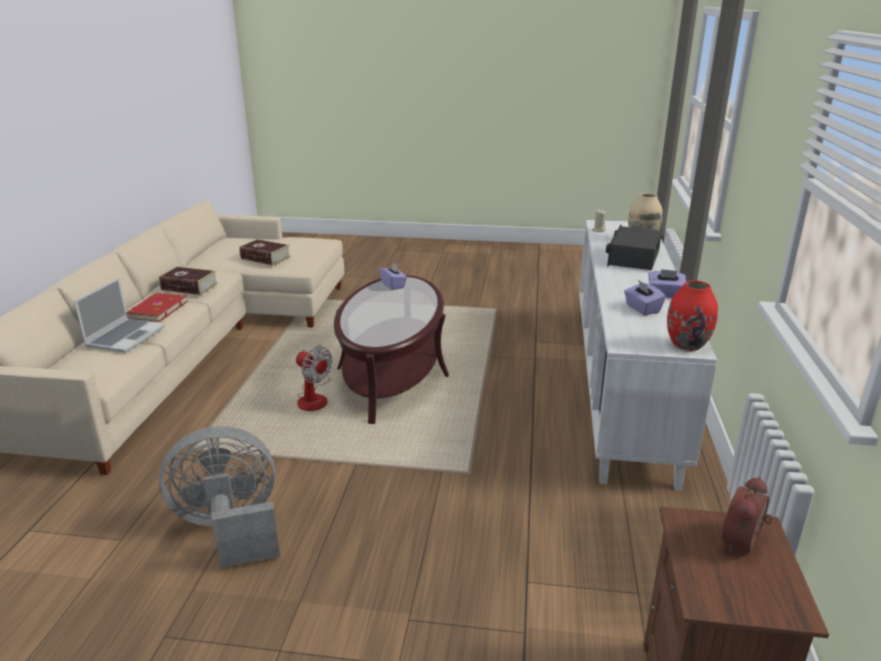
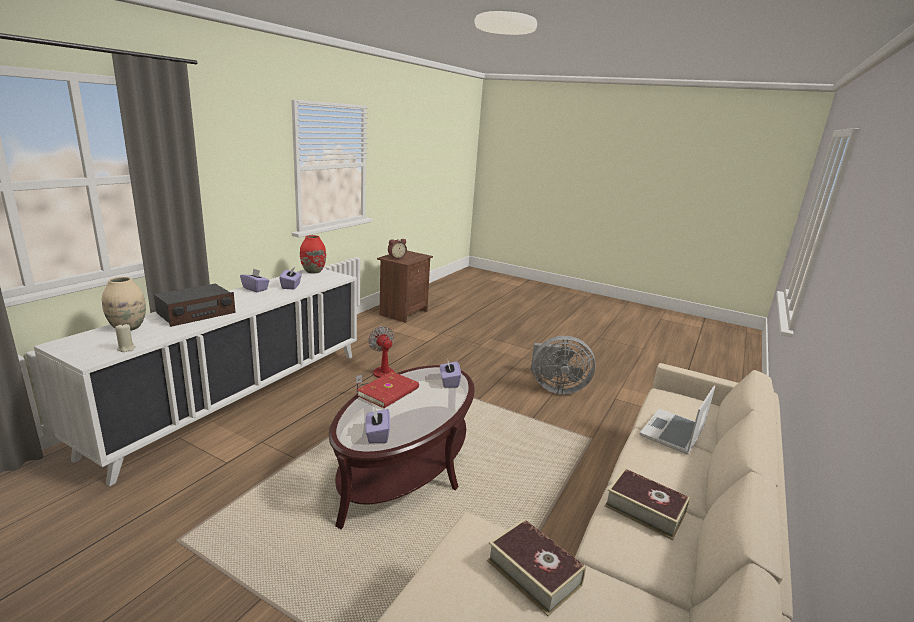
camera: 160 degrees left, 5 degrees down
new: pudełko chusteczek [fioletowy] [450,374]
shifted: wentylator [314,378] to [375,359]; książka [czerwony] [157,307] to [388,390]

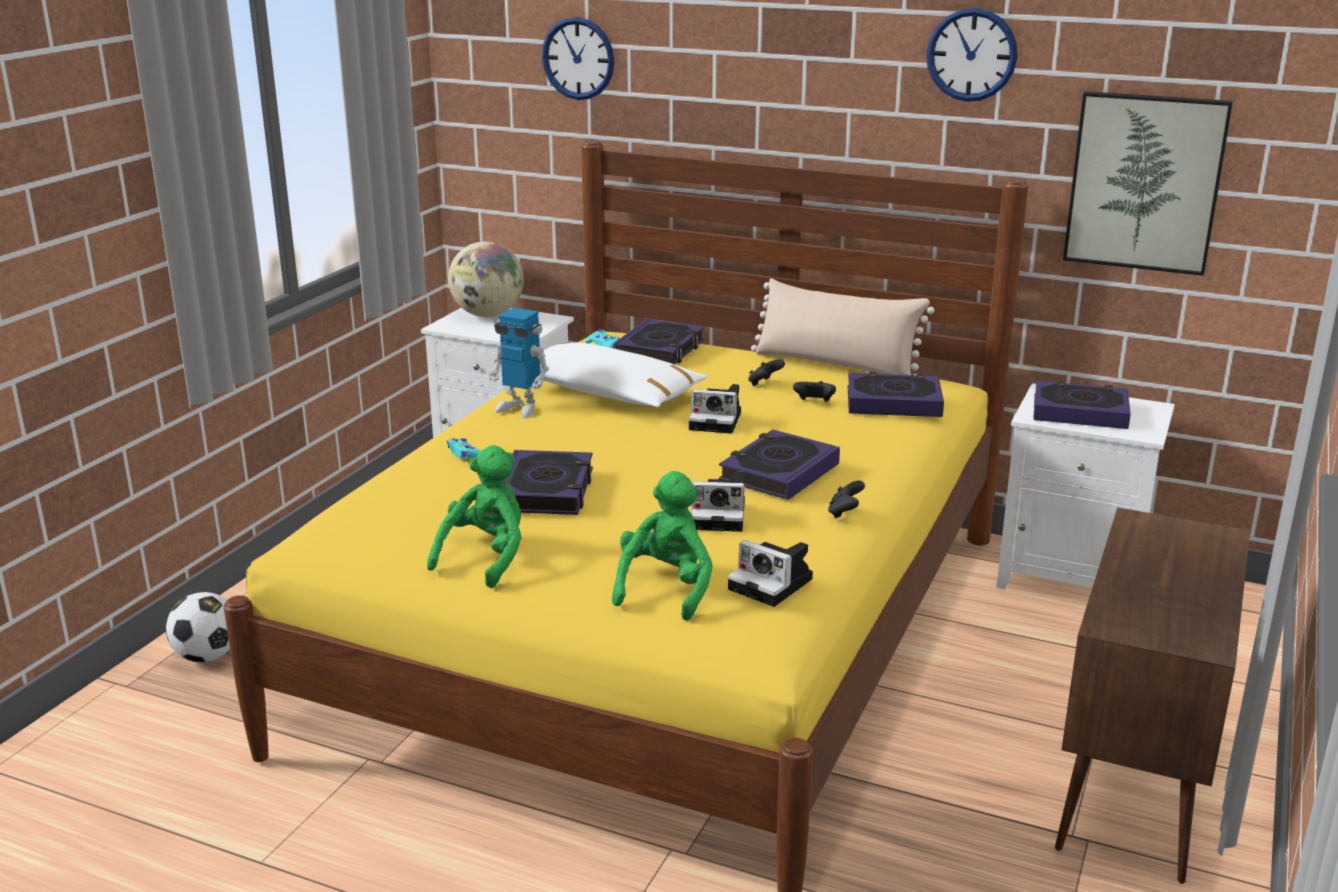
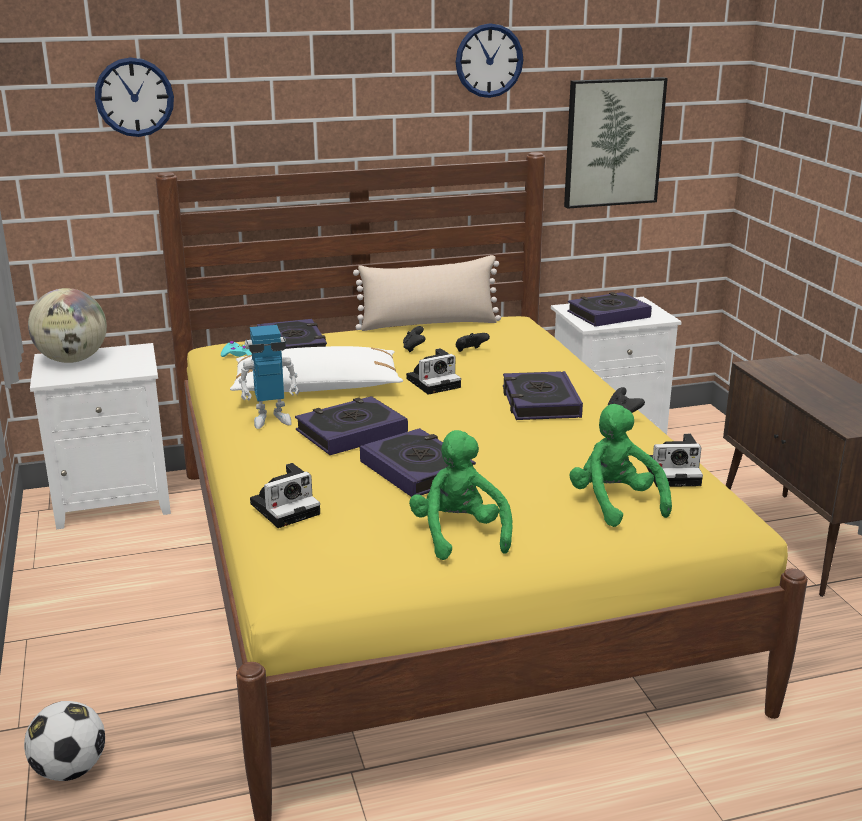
camera: 40 degrees left, 0 degrees up
gone: pad do gier [turkusowy] [464,448]
shifted: aparat fotograficzny [718,502] to [285,495]; książka [896,394] to [351,425]

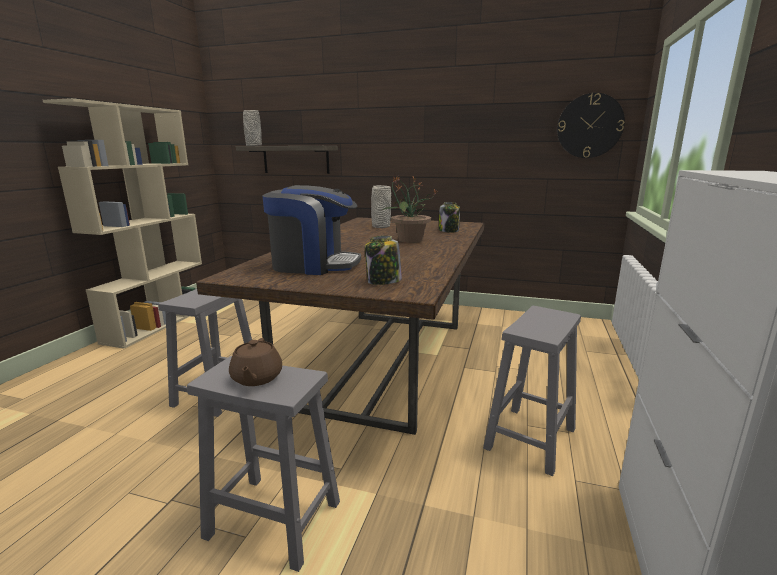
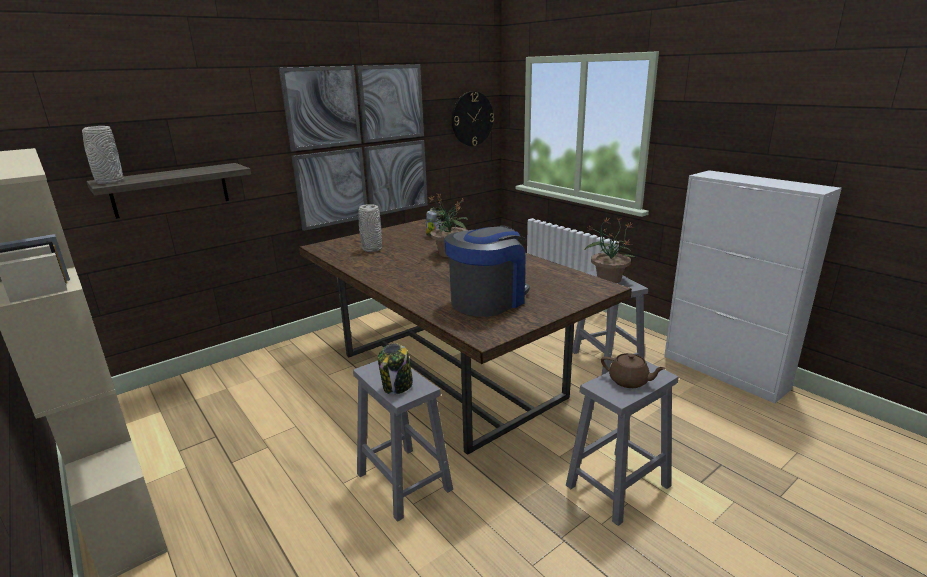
camera: 55 degrees left, 5 degrees up
new: obraz [353,147]; roślina doniczkowa [610,250]
shifted: słoik [383,260] to [395,369]

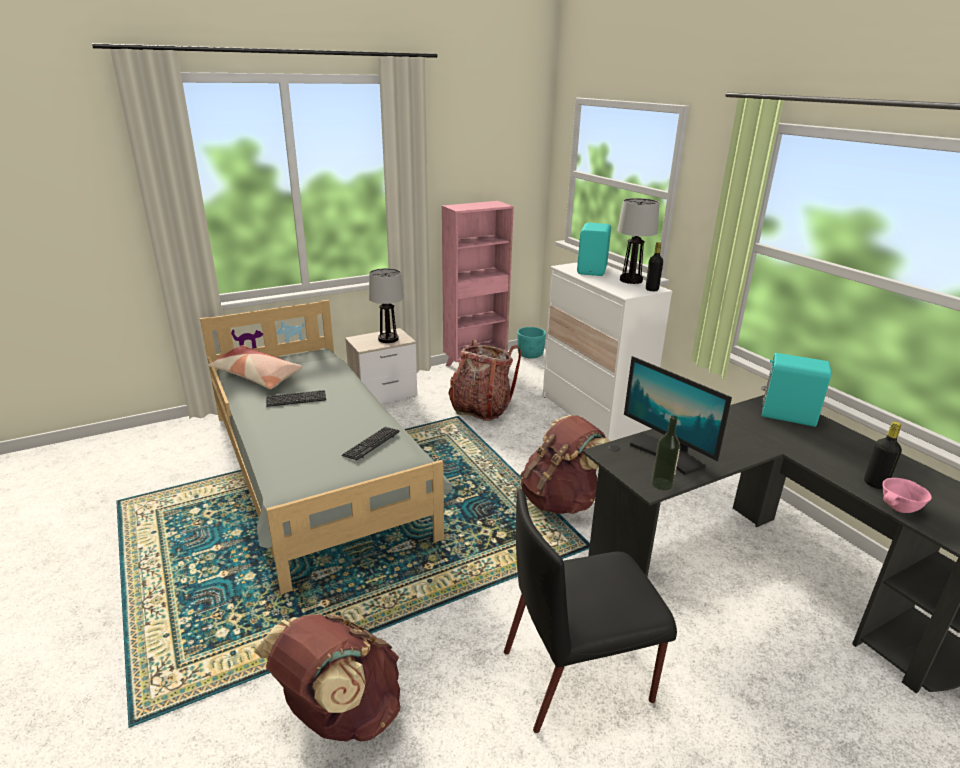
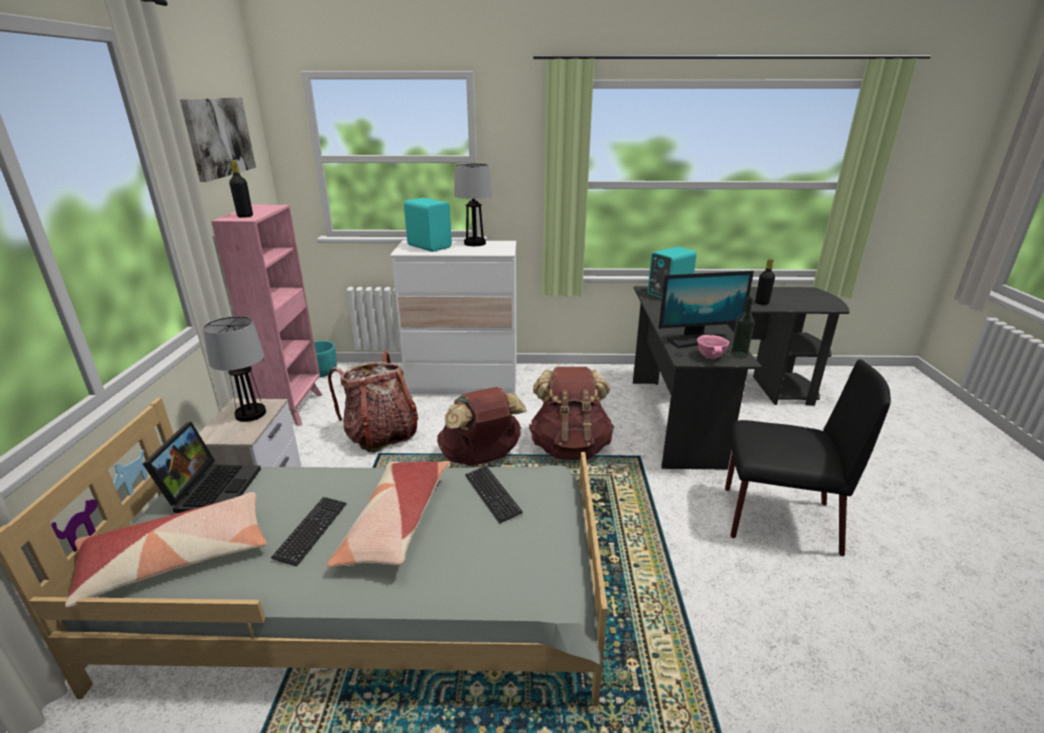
camera: 60 degrees left, 0 degrees up
new: laptop [202,467]; obraz [218,139]; poduszka [388,514]
shifted: butelka [czarny] [654,266] to [241,189]; plecak [brązowy] [327,678] to [482,426]; miska [różowy] [907,495] to [713,347]
rotated: krzesło [czarny] [590,611] = [808,457] 90 degrees counterclockwise

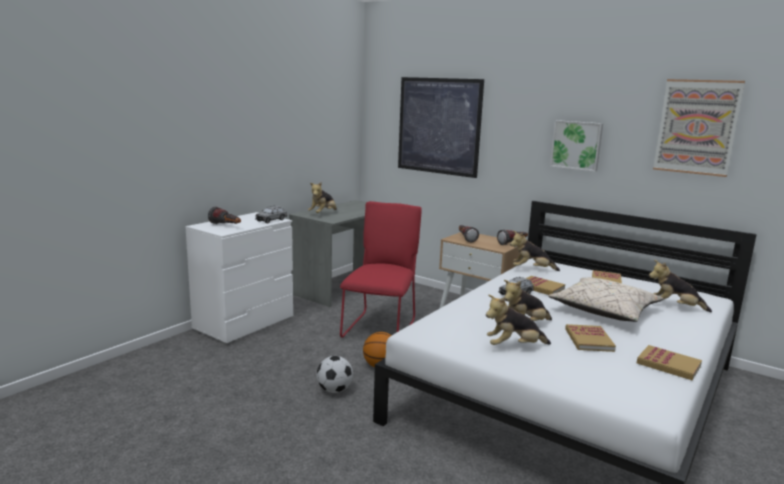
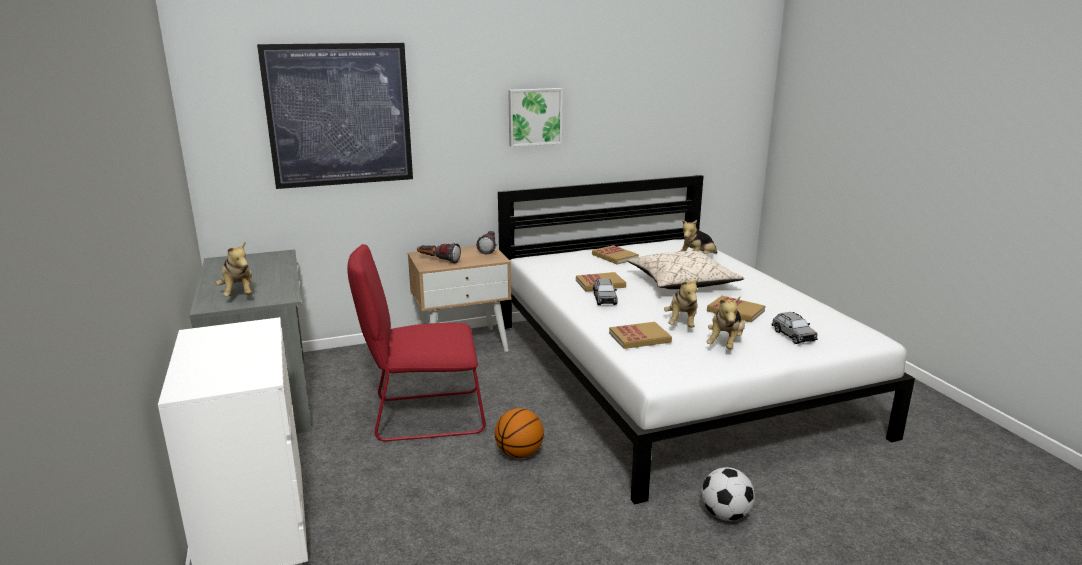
camera: 55 degrees left, 5 degrees up
gone: latarka [224,215]; pluszak [535,251]; obraz [699,128]
shifted: książka [669,362] to [640,335]; piłka futbolowa [335,374] to [728,494]; samochodzik [szary] [271,214] to [795,328]
rotated: krzesło [czerwony] [381,269] = [416,342] 60 degrees counterclockwise

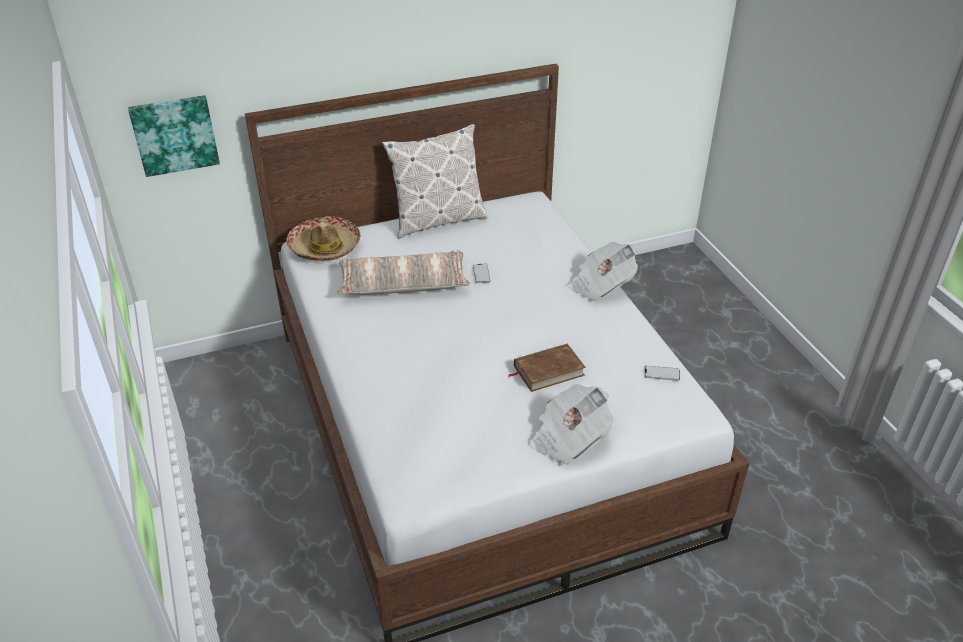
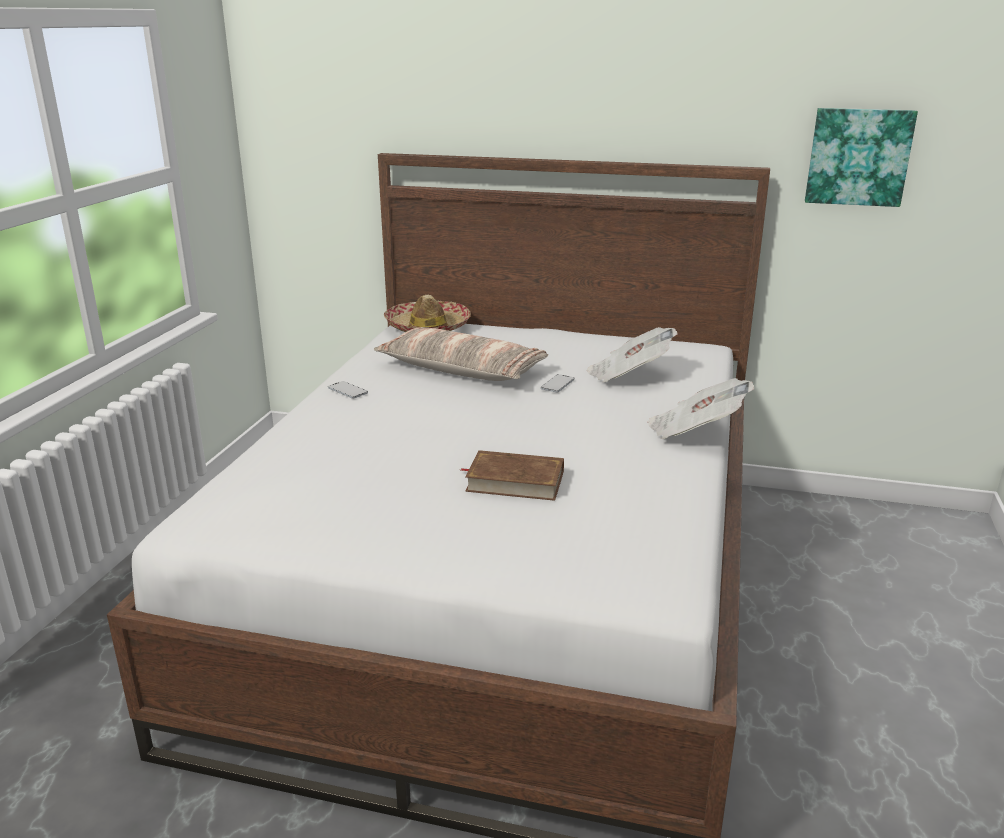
camera: 35 degrees right, 15 degrees down
gone: poduszka [434,181]
shifted: telefon [662,373] to [348,390]; gazeta [571,424] to [632,354]; obraz [174,136] to [861,157]

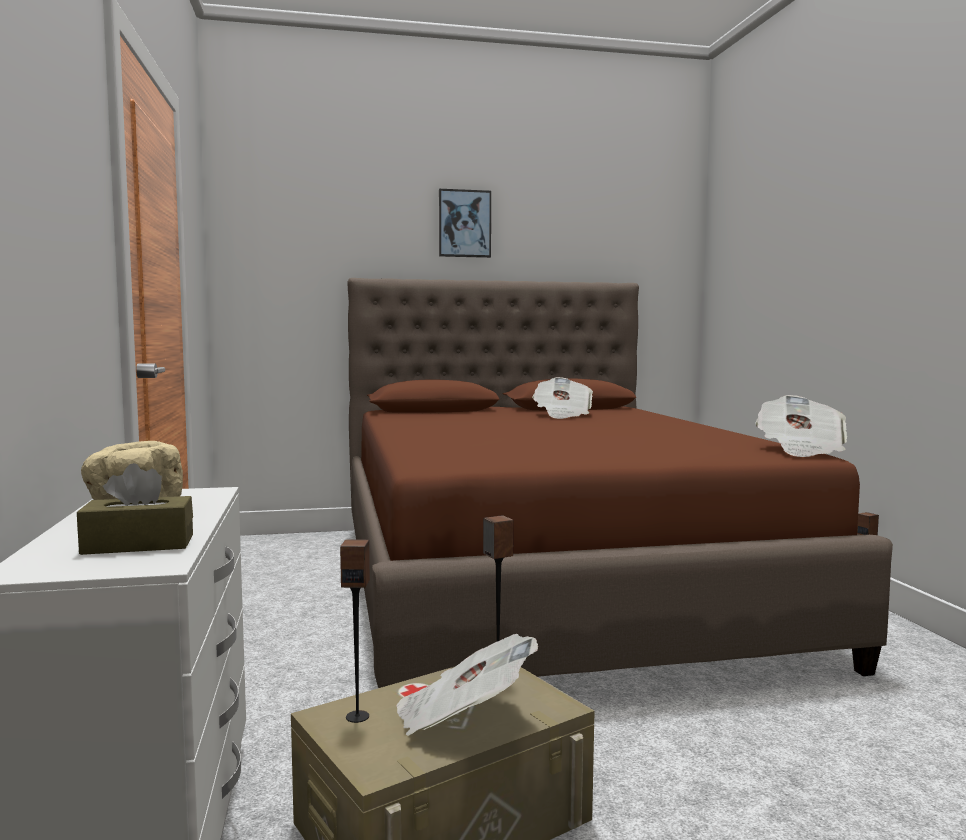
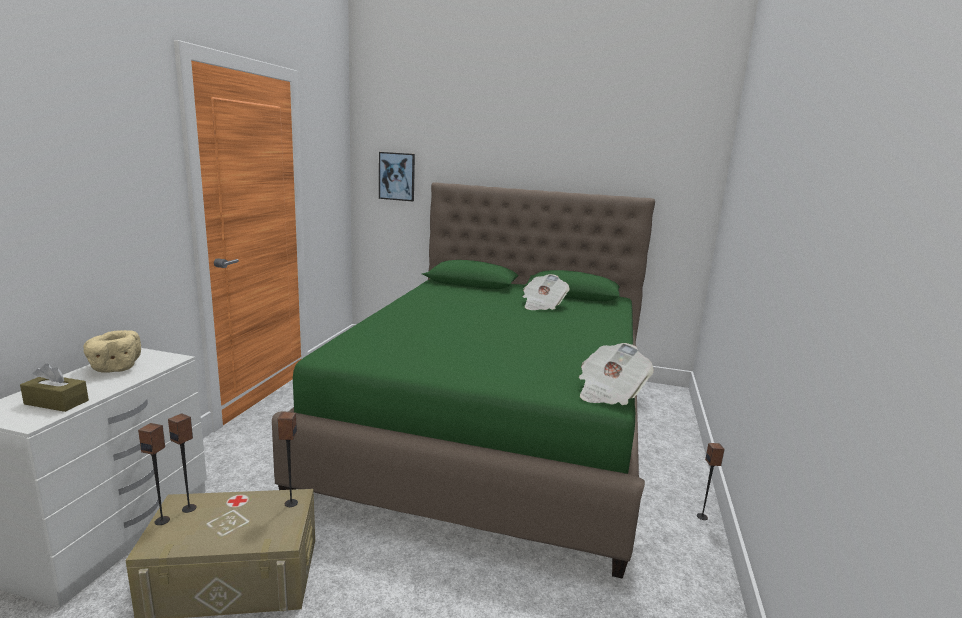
camera: 25 degrees right, 10 degrees up
gone: gazeta [467,685]
new: głośnik [154,474]
shifted: obraz [465,223] to [397,176]
repainted: łóżko [brązowy] [620,483] to łóżko [zielony] [463,380]

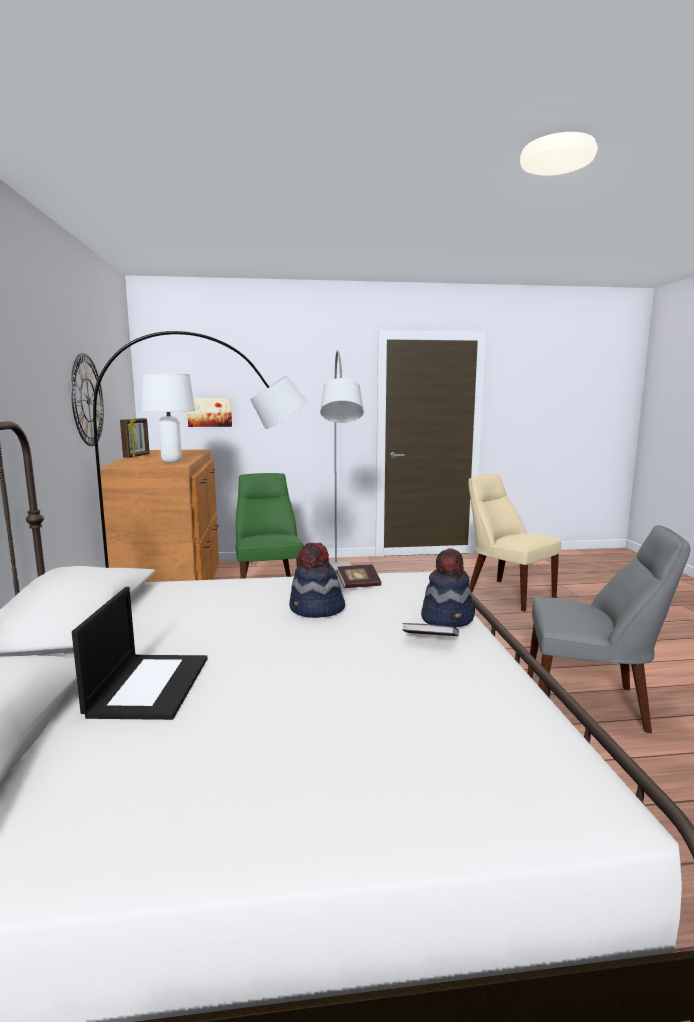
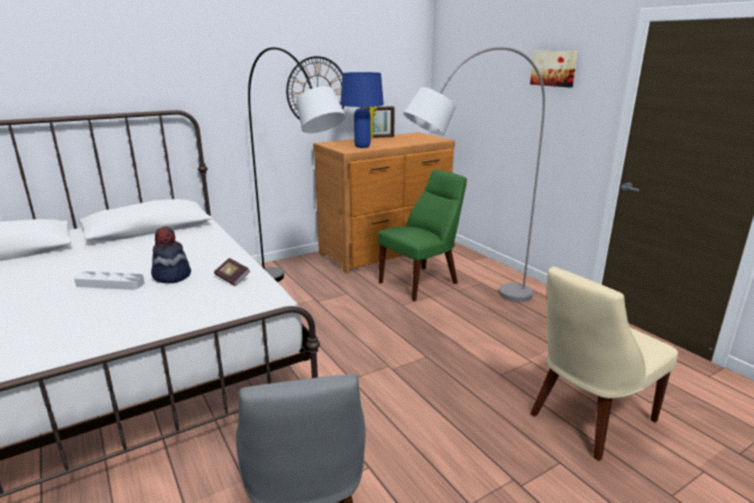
camera: 65 degrees right, 10 degrees up
gone: laptop [139,653]; książka [430,629]; kapelusz [448,587]
new: taca [szary] [109,280]
shifted: obraz [209,412] to [554,69]
repainted: lampa stołowa [biały] [168,418] to lampa stołowa [niebieski] [362,110]
rotated: krzesło [beżowy] [514,543] = [604,364] 150 degrees counterclockwise

